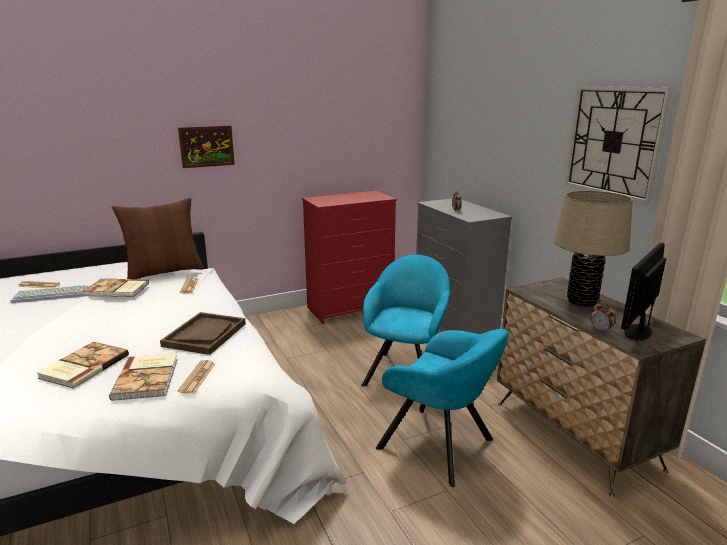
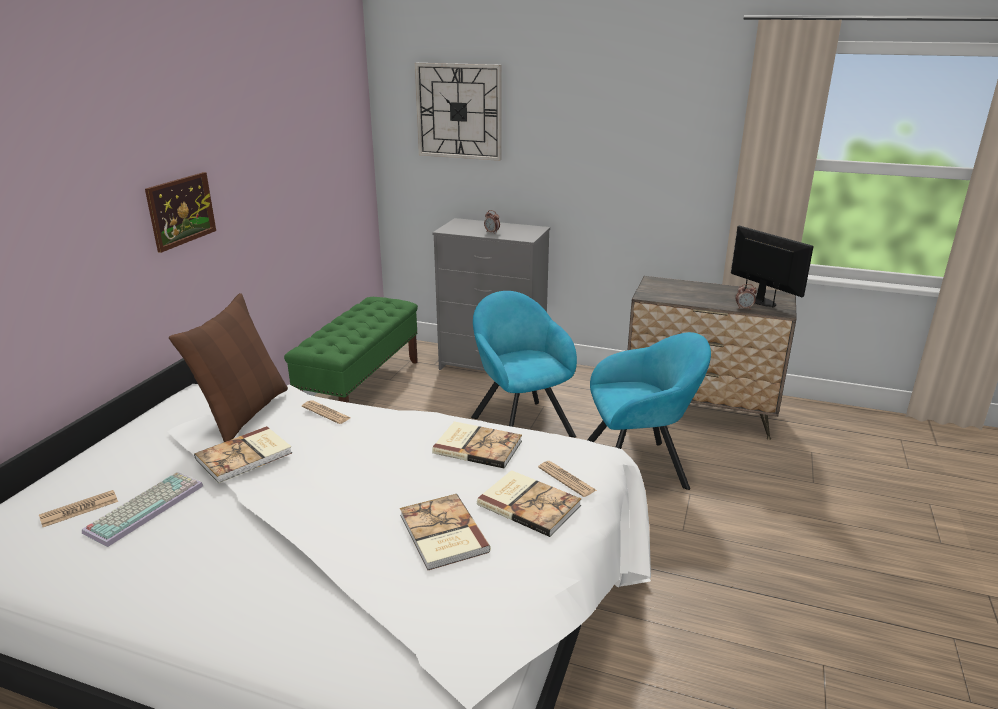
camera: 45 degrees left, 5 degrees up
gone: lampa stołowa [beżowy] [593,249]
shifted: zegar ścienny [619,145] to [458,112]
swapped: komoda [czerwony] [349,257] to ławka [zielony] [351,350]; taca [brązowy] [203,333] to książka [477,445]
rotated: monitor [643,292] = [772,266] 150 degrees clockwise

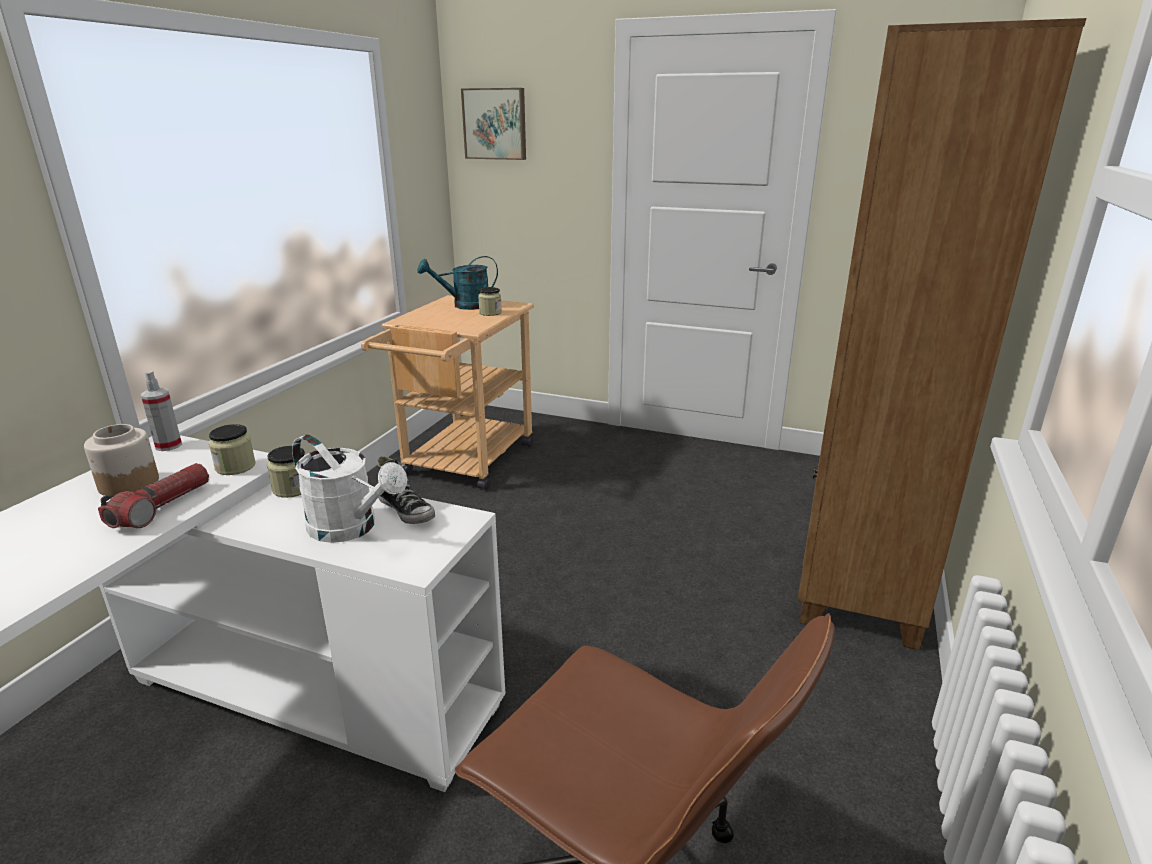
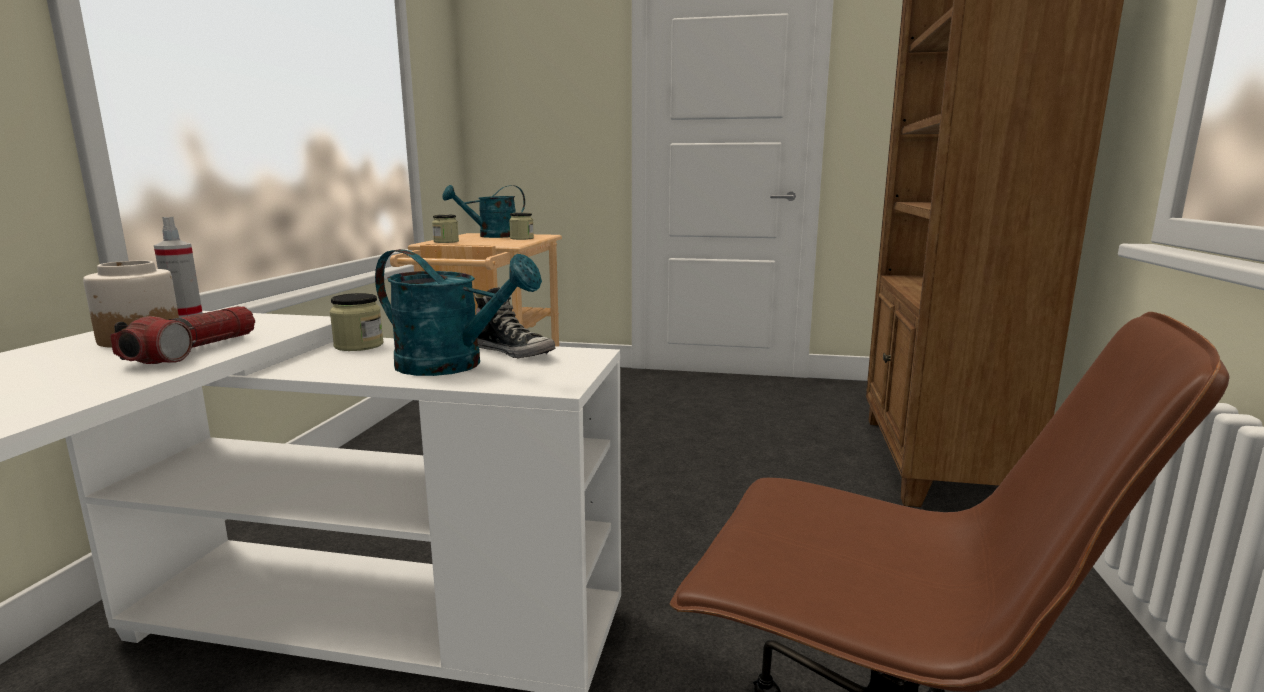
camera: 10 degrees left, 10 degrees down
gone: obraz [493,124]
shifted: słoik [232,449] to [445,228]
repainted: konewka [biały] [349,489] to konewka [turkusowy] [458,312]

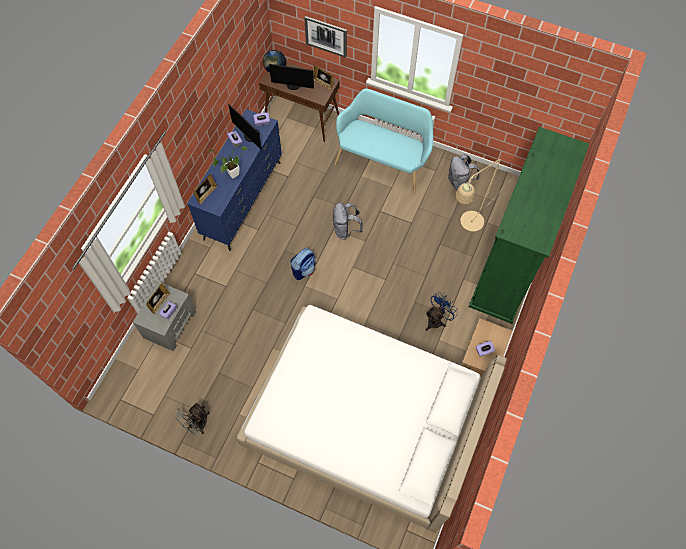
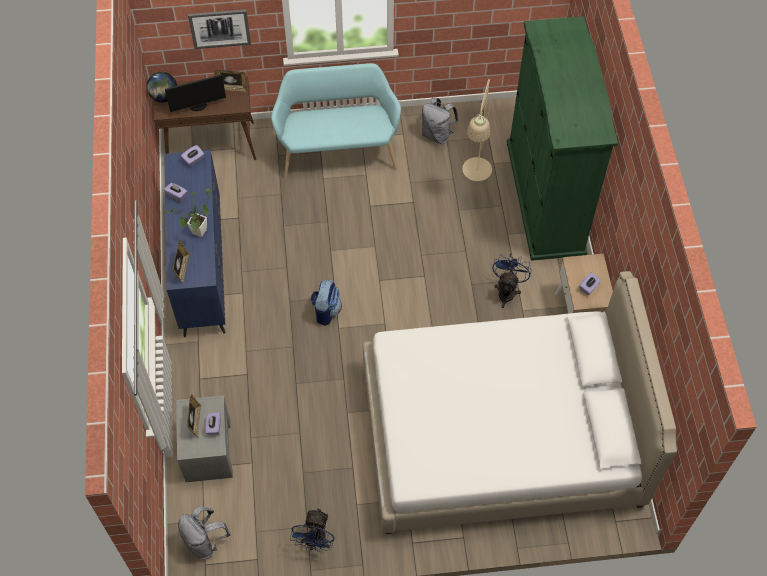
camera: 30 degrees left, 5 degrees down
gone: monitor [245,127]
shifted: plecak [szary] [348,221] to [204,533]
repainted: wentylator [szary] [191,419] to wentylator [niebieski] [312,530]

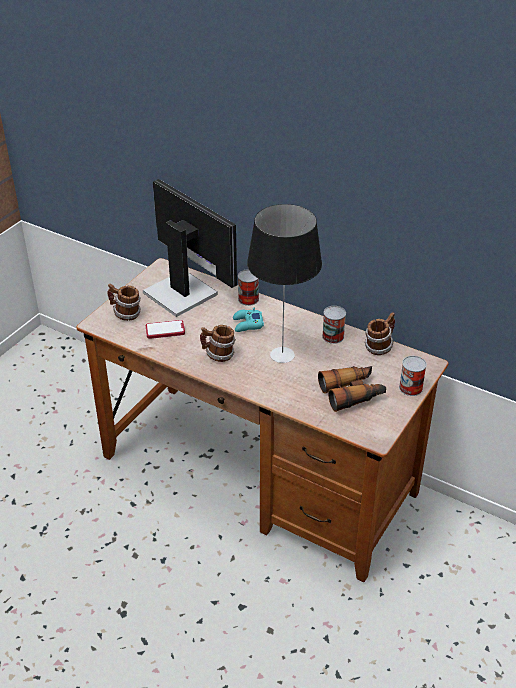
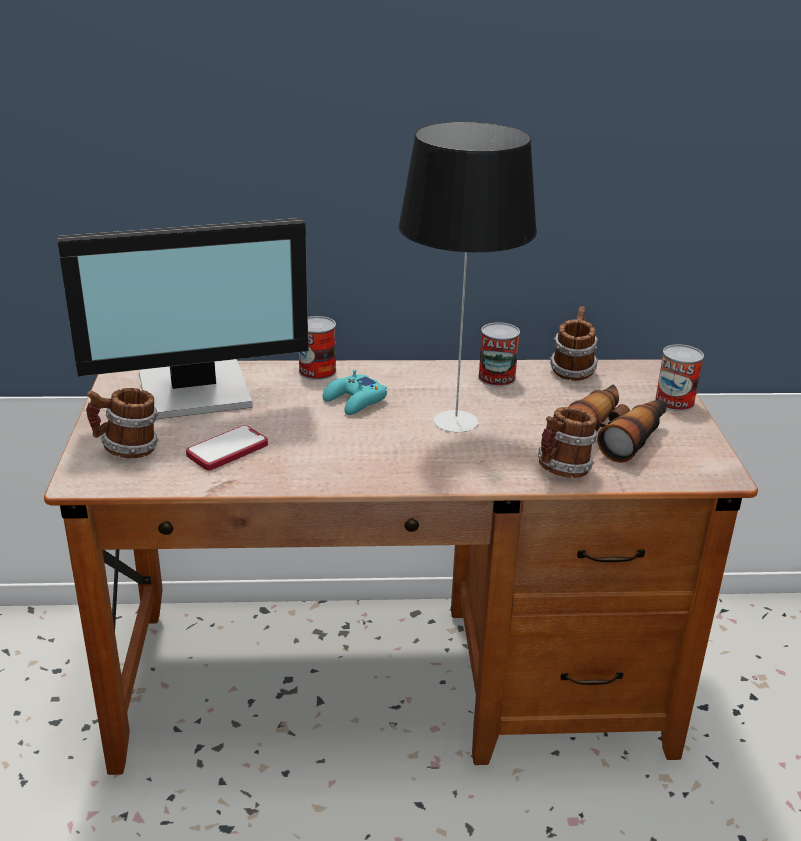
camera: 35 degrees left, 10 degrees down
shifted: kubek [218,343] to [568,442]
rotated: monitor [190,248] = [182,318] 150 degrees clockwise

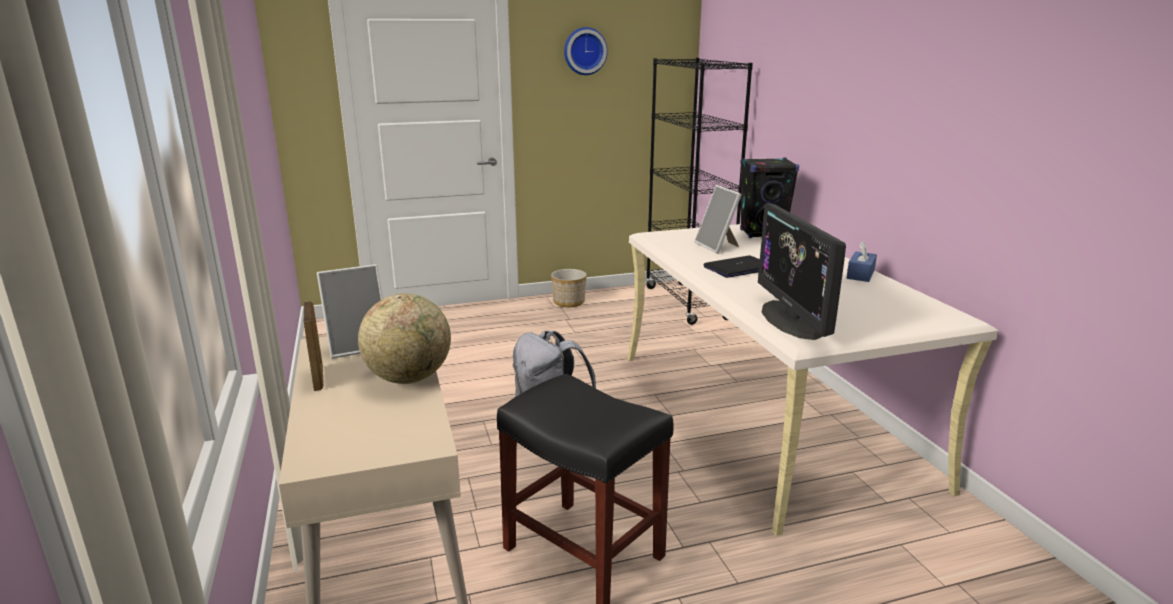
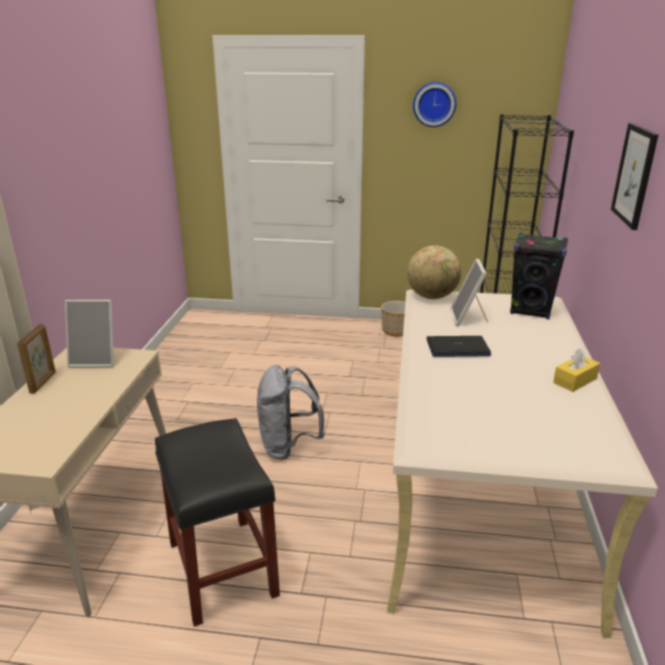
camera: 25 degrees right, 5 degrees up
gone: monitor [802,271]
new: obraz [635,176]
shifted: globus [404,339] to [434,272]
repainted: pudełko chusteczek [niebieski] [862,261] to pudełko chusteczek [żółty] [576,370]

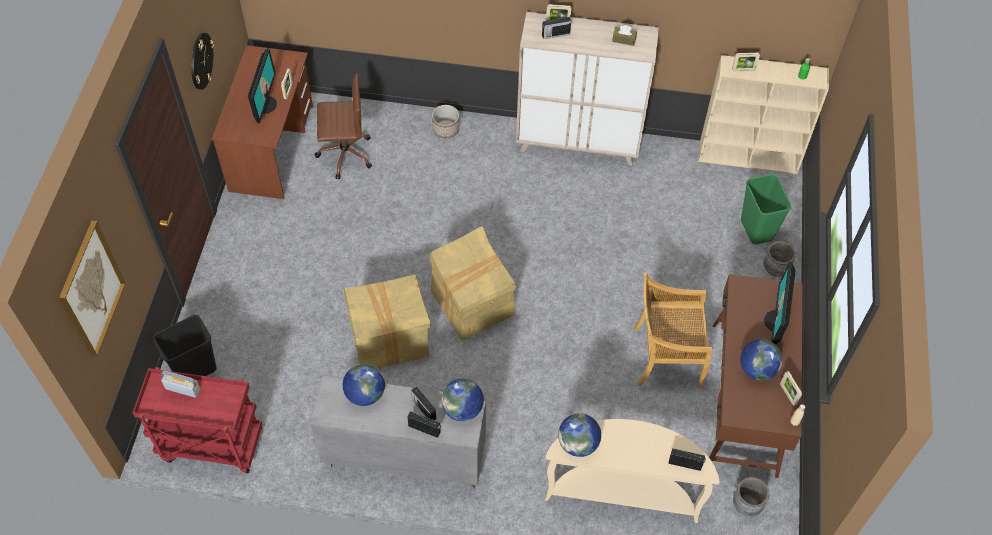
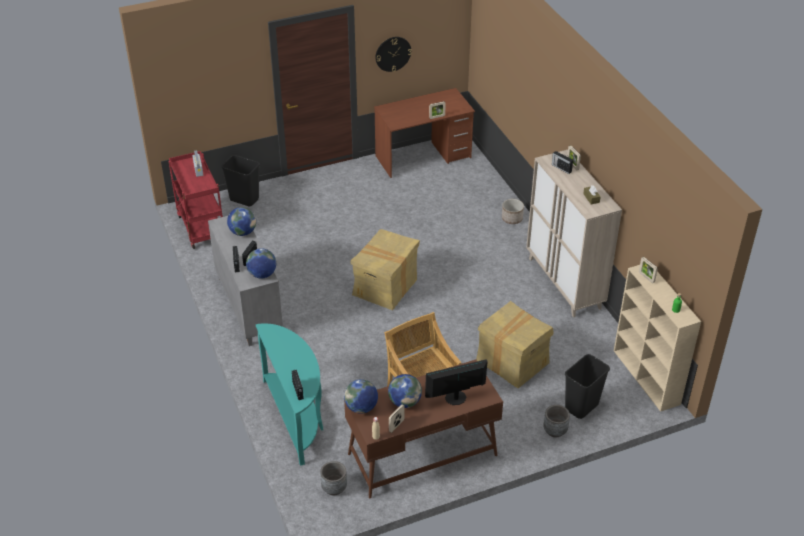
camera: 60 degrees right, 15 degrees down
gone: obraz [92,289]; monitor [262,85]; krzesło biurowe [brązowy] [343,126]
shifted: globus [579,435] to [361,396]; karton [387,321] to [515,344]
repainted: stolik konsolowy [beżowy] [632,471] to stolik konsolowy [turkusowy] [289,395]; kosz na śmieci [zielony] [766,209] to kosz na śmieci [czarny] [587,386]

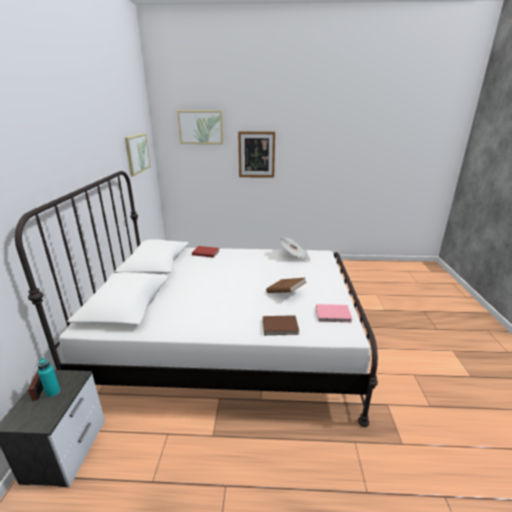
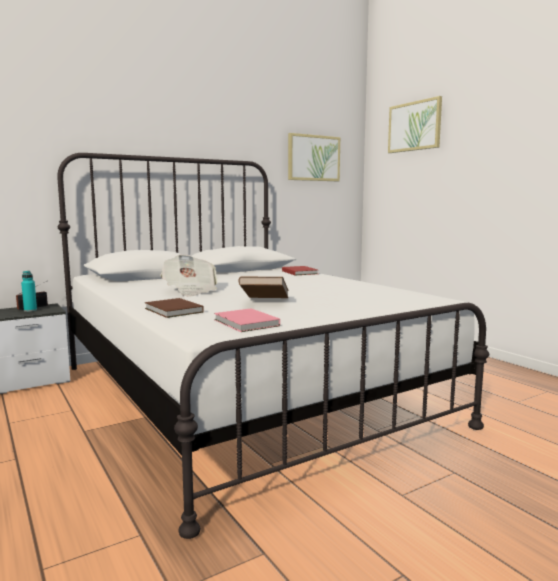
camera: 55 degrees right, 15 degrees down
gone: obraz [256,154]
shifted: gazeta [294,248] to [189,275]

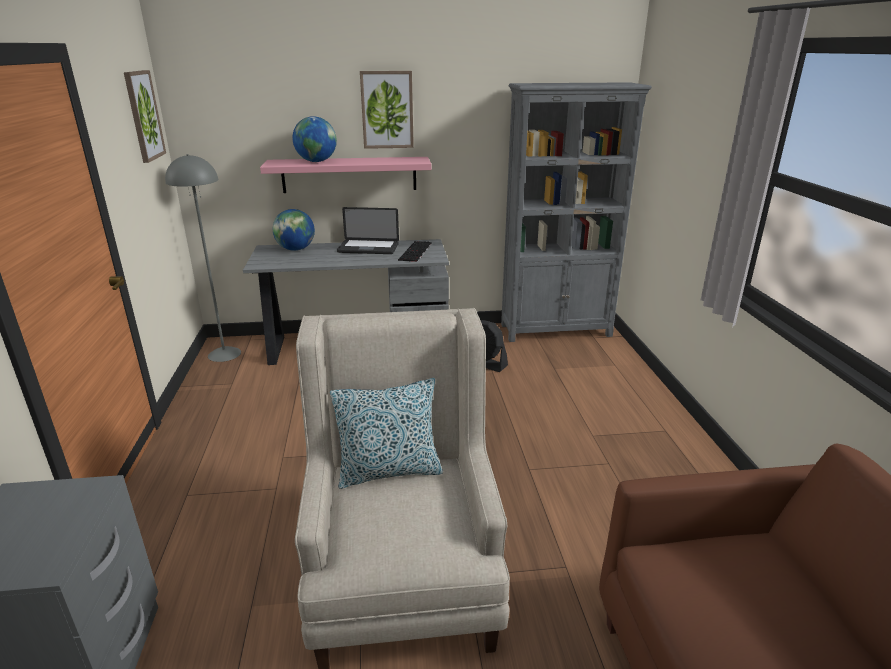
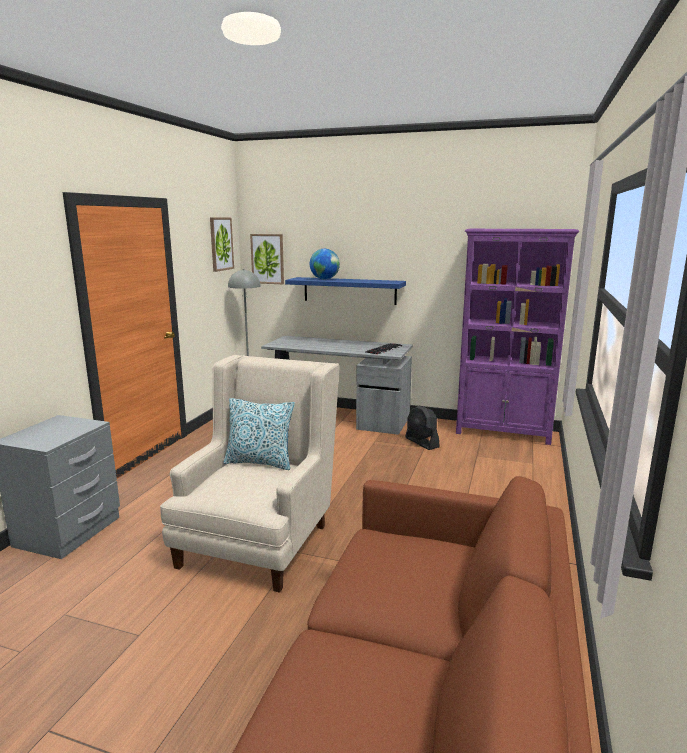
camera: 25 degrees right, 10 degrees down
gone: globus [294,230]; laptop [368,230]
shifted: obraz [387,110] to [267,259]
repainted: półka [różowy] [346,175] to półka [niebieski] [345,291]; regał [szary] [576,212] to regał [fioletowy] [517,337]

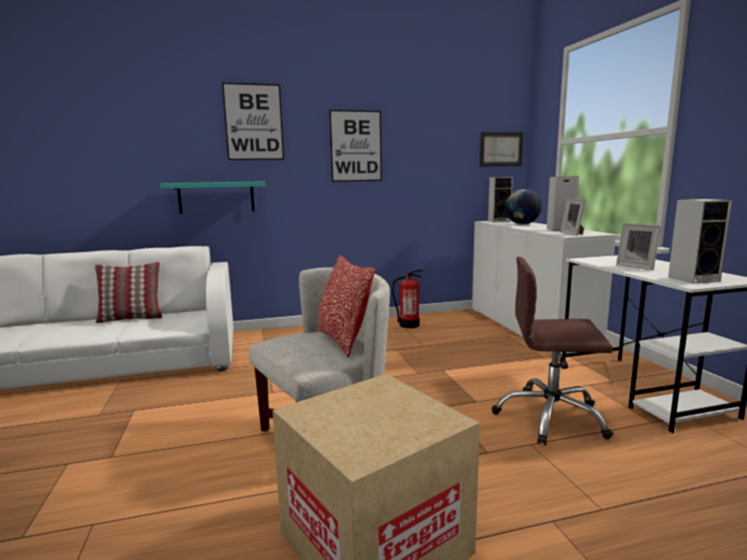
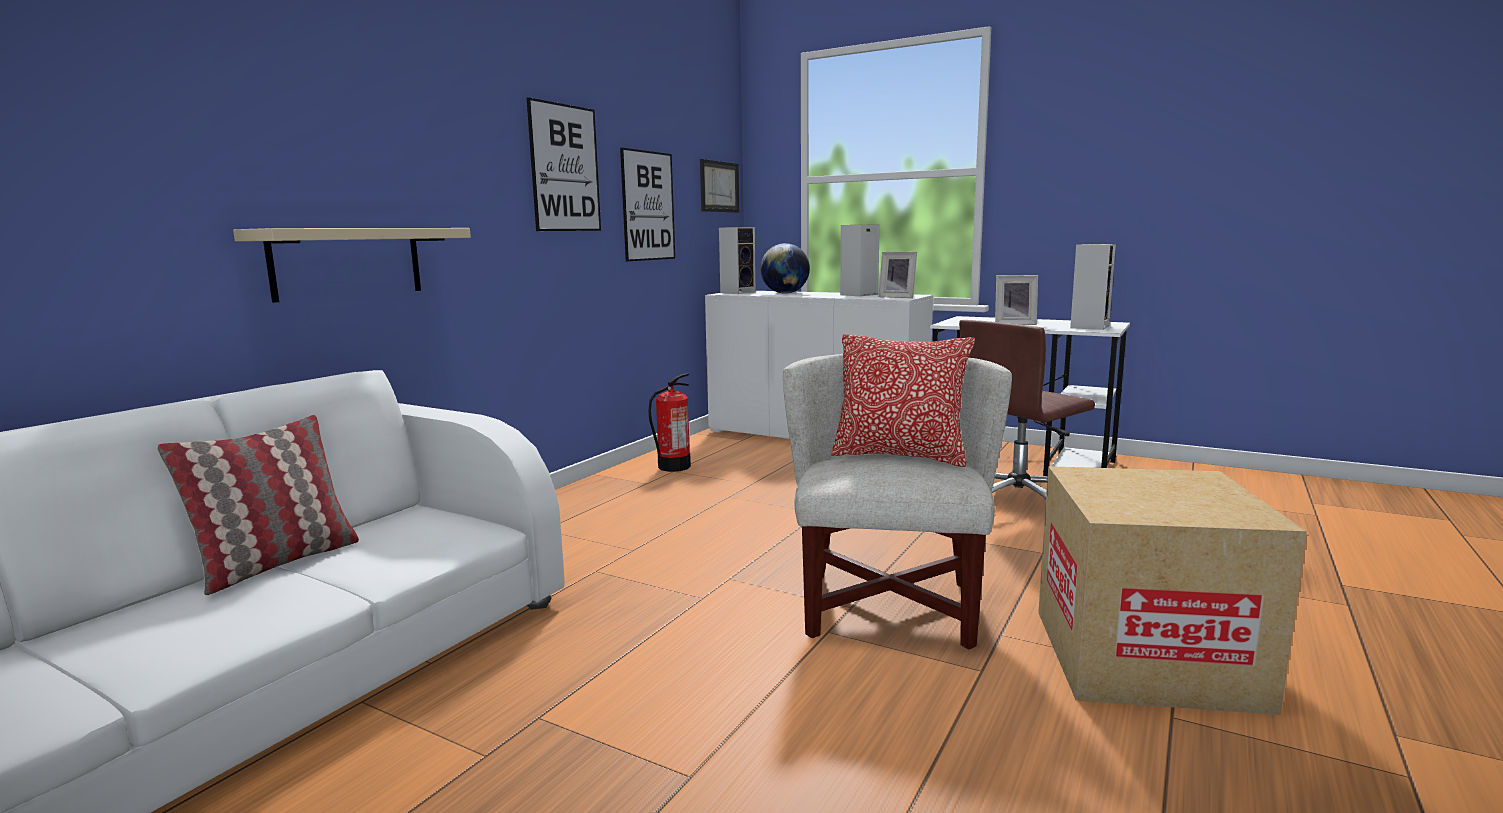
camera: 45 degrees left, 0 degrees up
shifted: obraz [253,121] to [647,204]
repainted: półka [turkusowy] [212,197] to półka [beżowy] [352,265]

